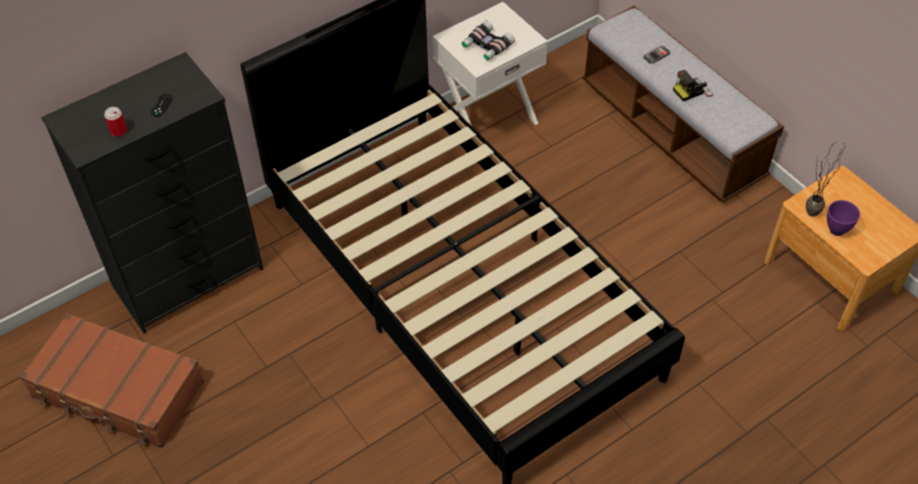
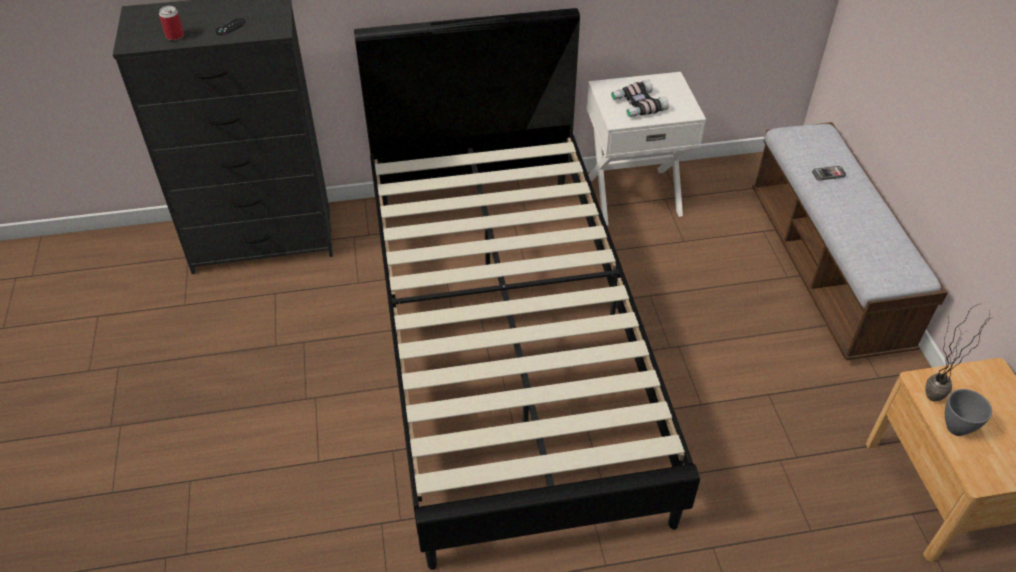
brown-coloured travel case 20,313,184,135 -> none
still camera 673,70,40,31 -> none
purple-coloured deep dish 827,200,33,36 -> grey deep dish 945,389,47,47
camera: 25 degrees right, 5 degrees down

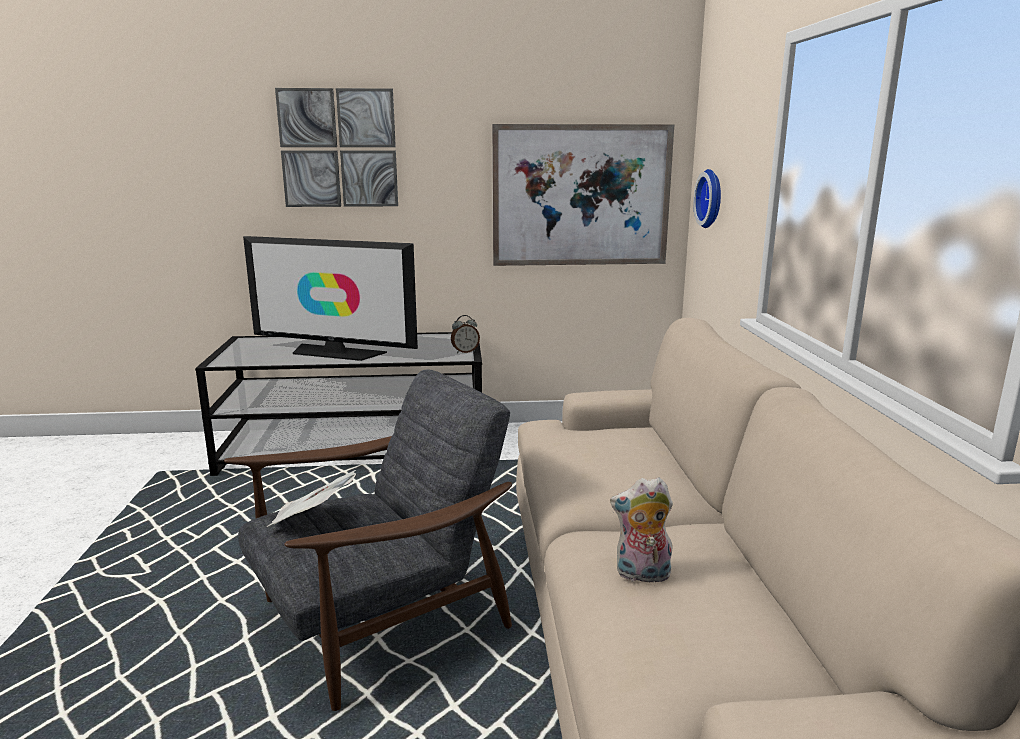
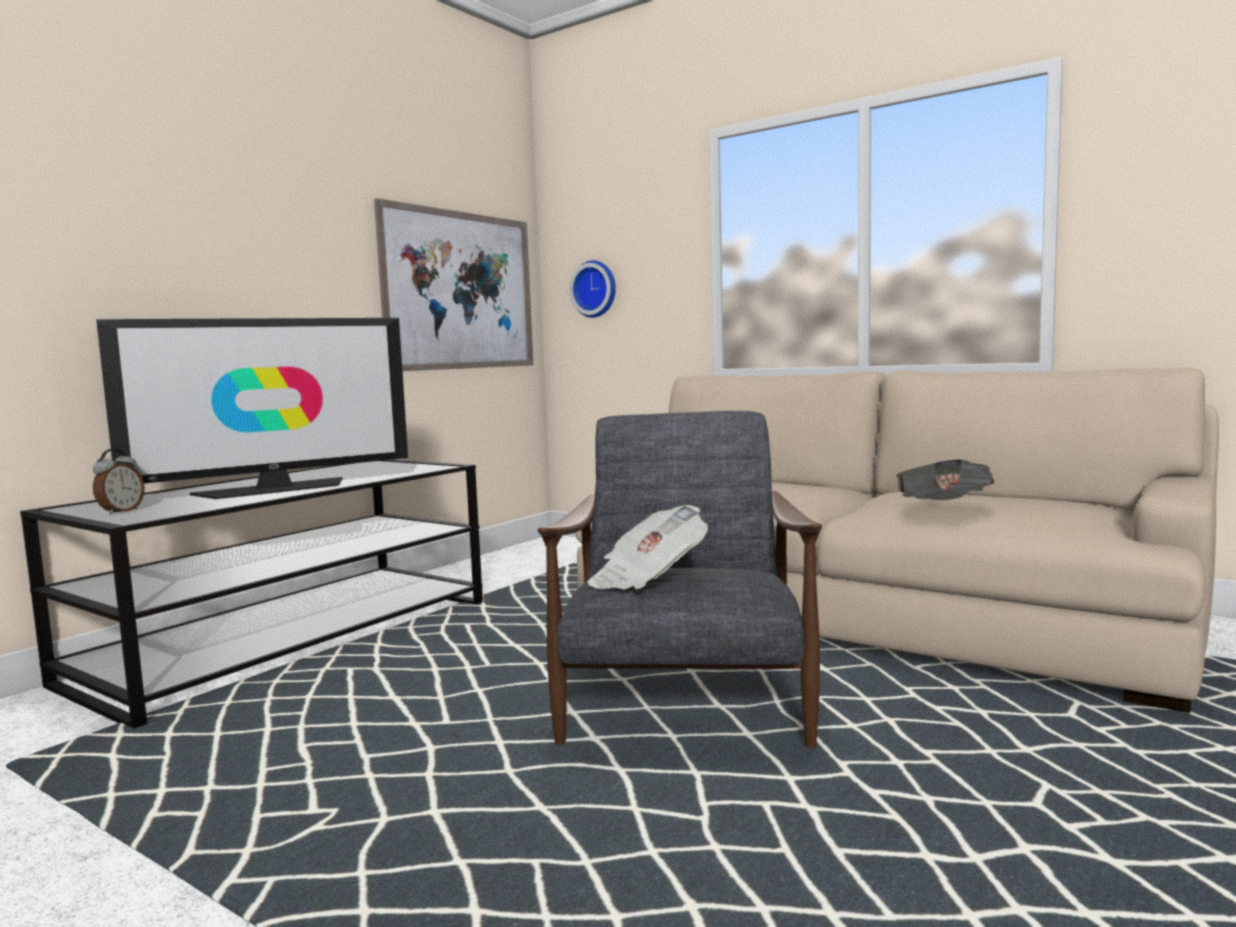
picture 275,88,123,119 -> none
bedside clock 451,315,29,38 -> bedside clock 93,448,52,67, move
soft toy 610,477,63,106 -> newspaper 896,459,99,41
camera: 50 degrees left, 10 degrees down

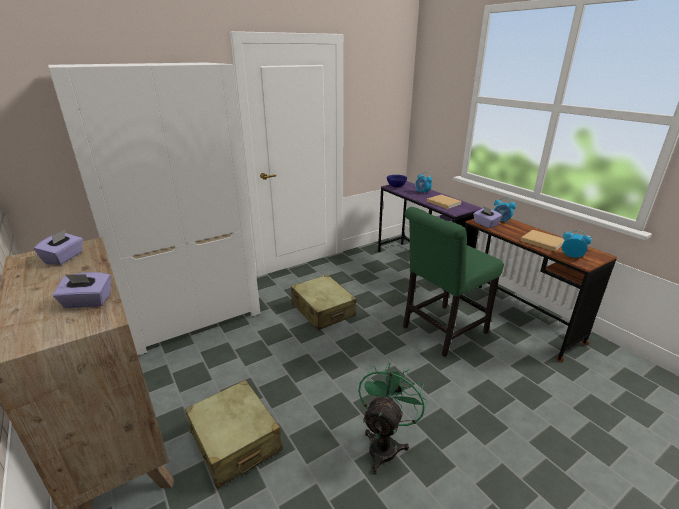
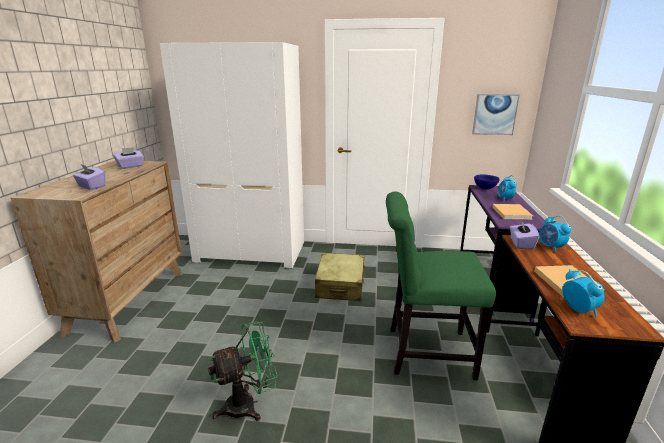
beige travel case 185,380,98,108 -> none
none -> picture 472,94,48,41
camera: 40 degrees right, 5 degrees down

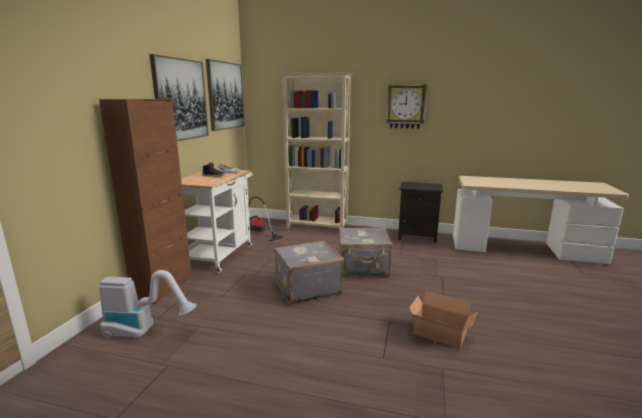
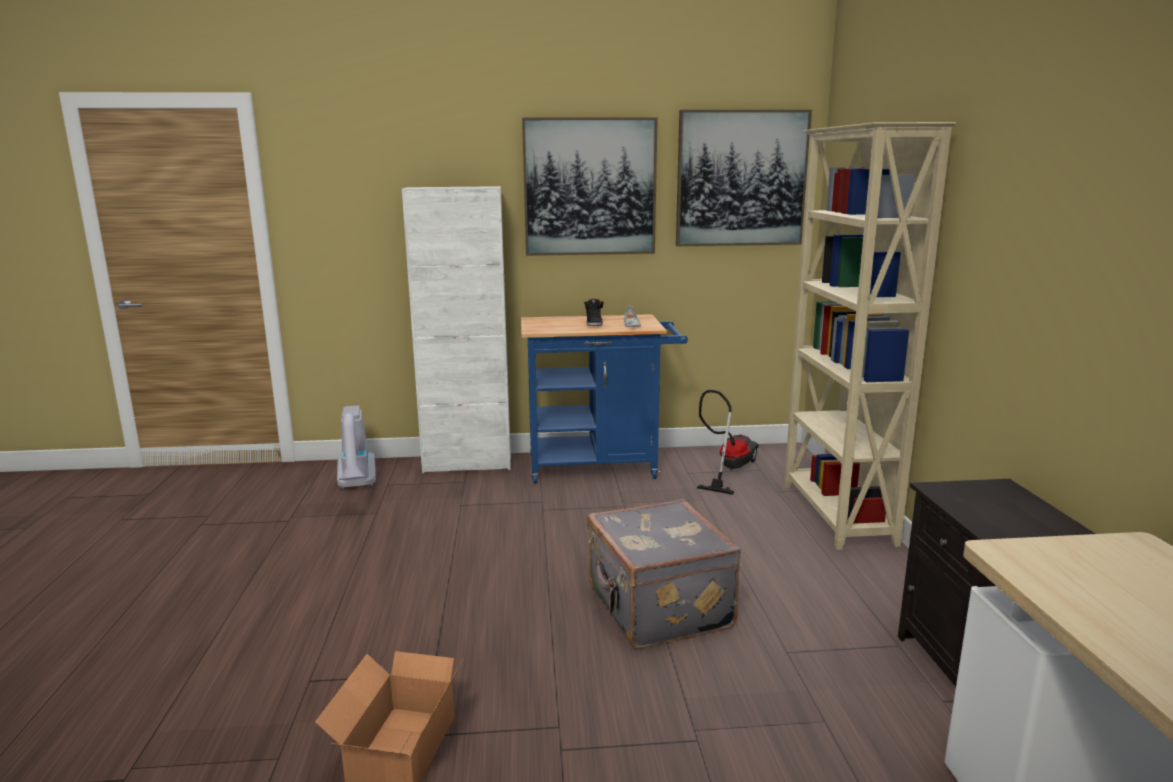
brown-coloured cupboard 99,99,93,205 -> white cupboard 402,186,109,287
white trolley 181,169,72,104 -> bluish trolley 521,314,167,170
grey travel case 274,240,70,64 -> none
hanging clock 386,84,41,45 -> none
camera: 70 degrees right, 0 degrees up

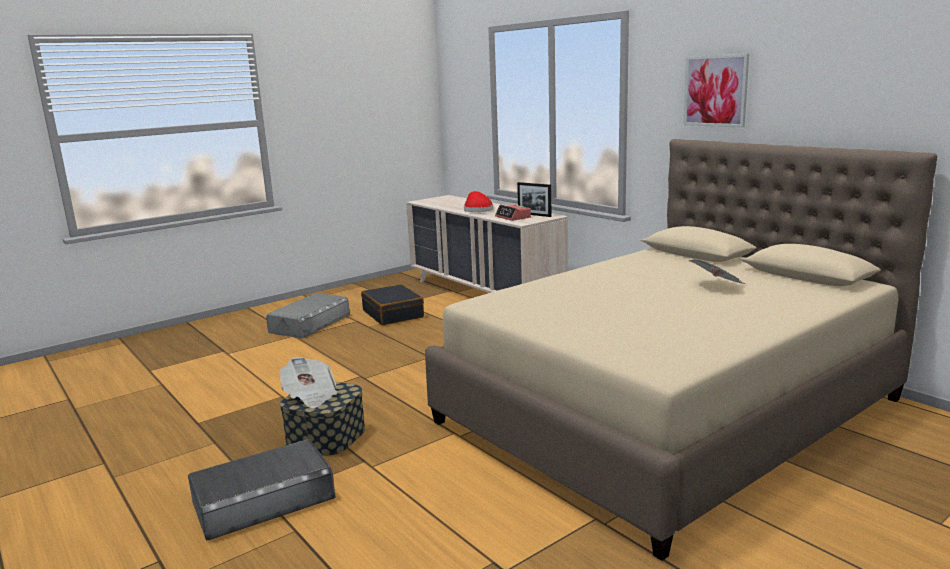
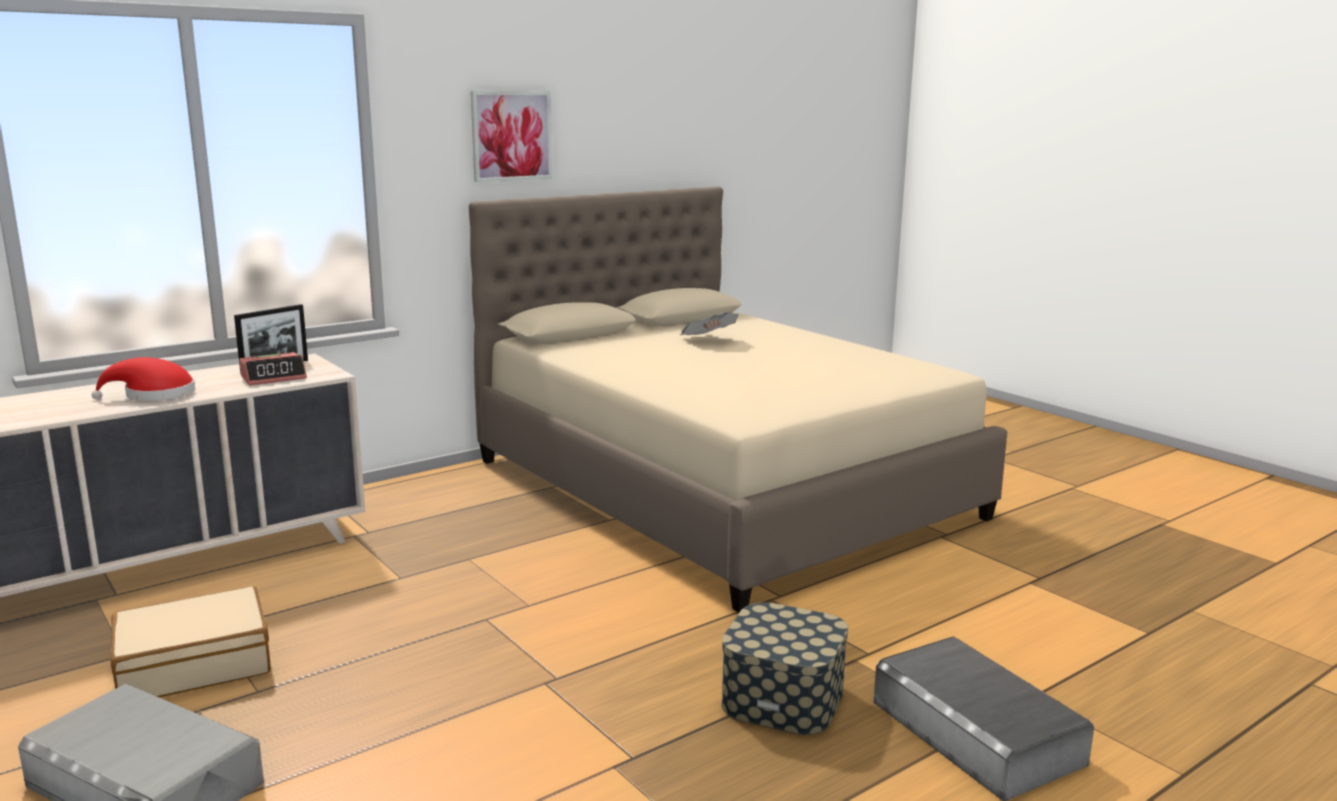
newspaper 279,357,59,51 -> none
black-coloured travel case 361,284,63,41 -> beige travel case 111,586,160,111
camera: 90 degrees left, 0 degrees up

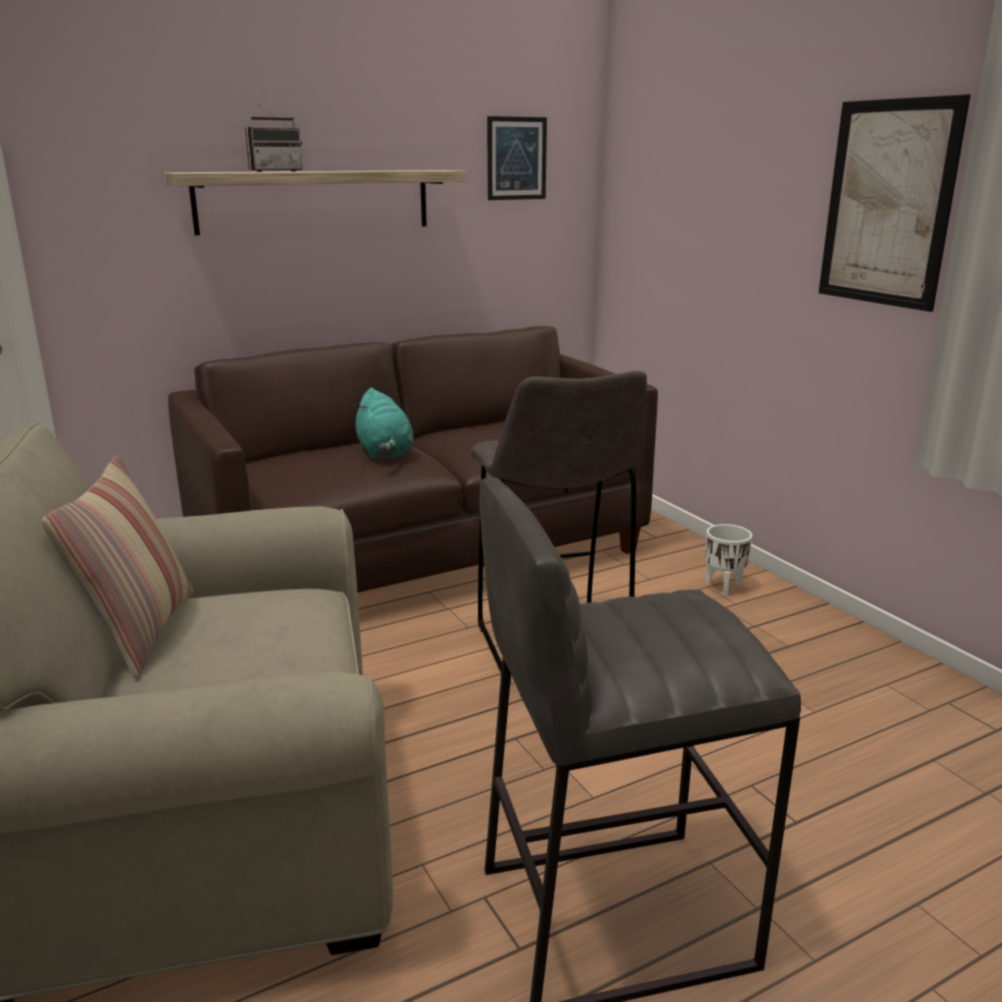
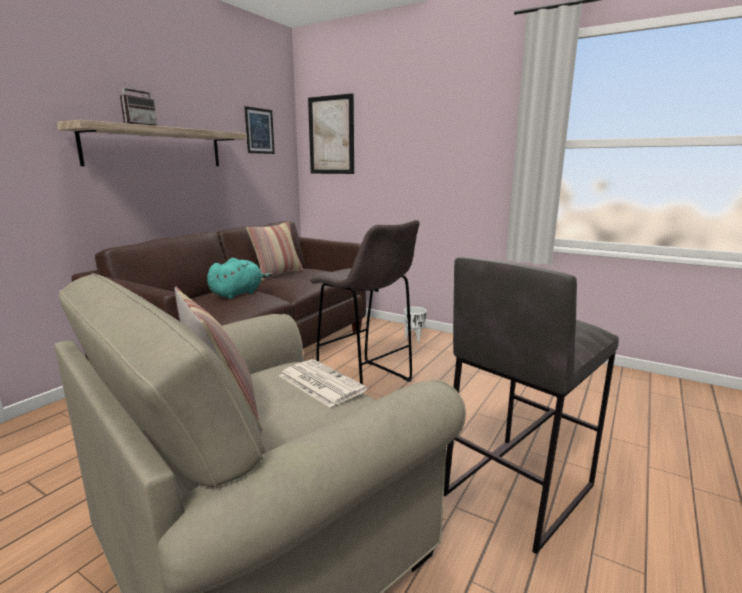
turquoise soft toy 354,388,60,71 -> turquoise soft toy 207,258,66,41, 90 degrees counterclockwise
picture 819,94,152,218 -> picture 308,93,46,81, move
none -> throw pillow 247,222,56,59
none -> newspaper 279,359,88,48
camera: 30 degrees left, 5 degrees down

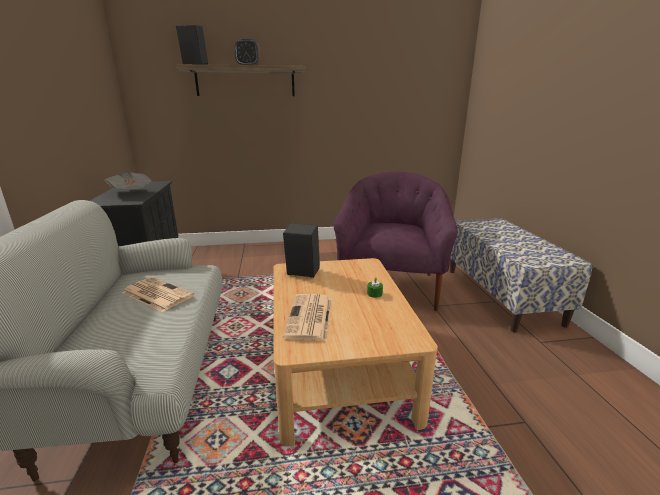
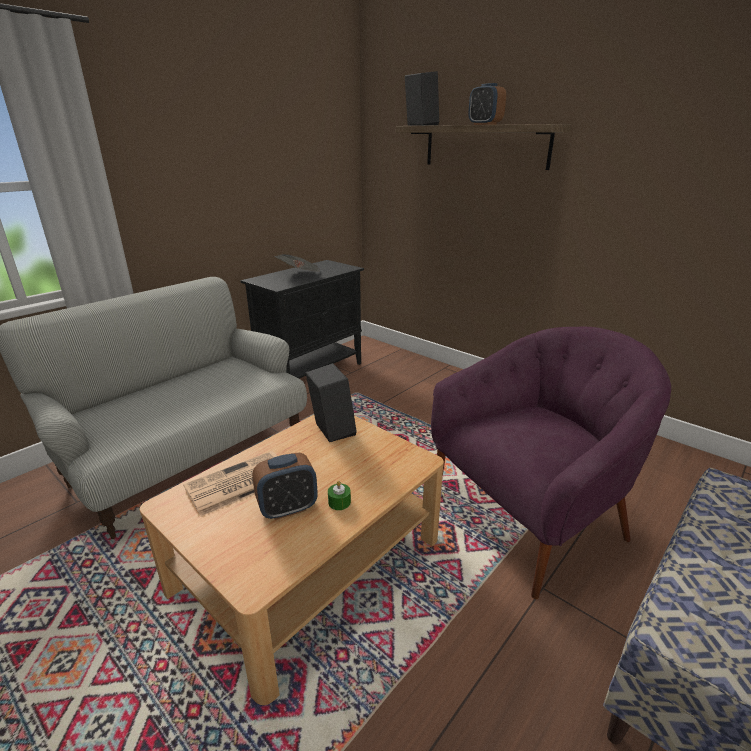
newspaper 122,277,73,35 -> none
none -> bedside clock 252,453,66,67
camera: 50 degrees right, 5 degrees up

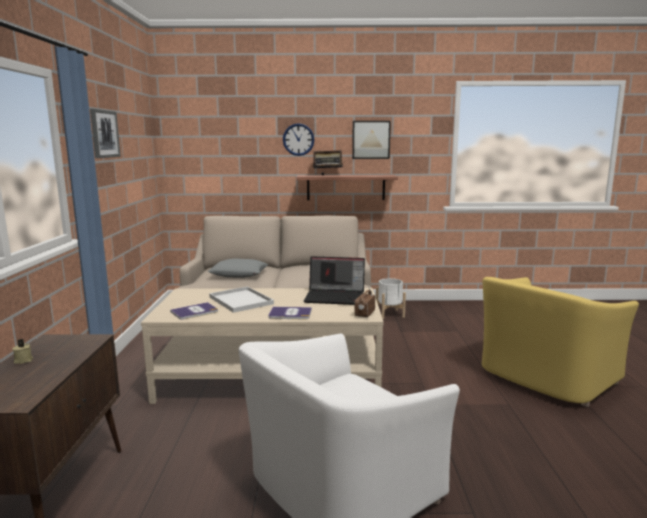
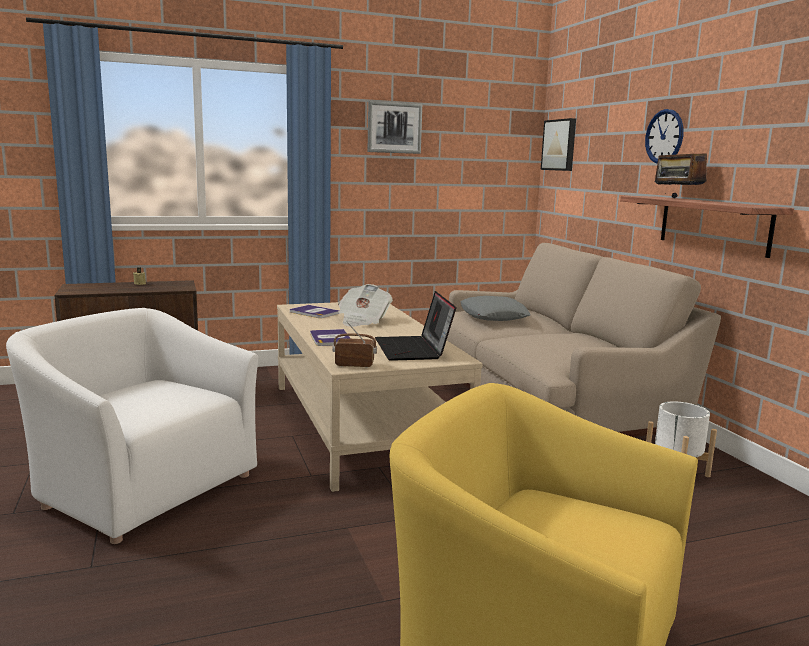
white carrying tray 209,286,65,27 -> newspaper 338,284,55,43
picture 352,121,39,38 -> picture 541,118,35,53, move
camera: 70 degrees right, 0 degrees up

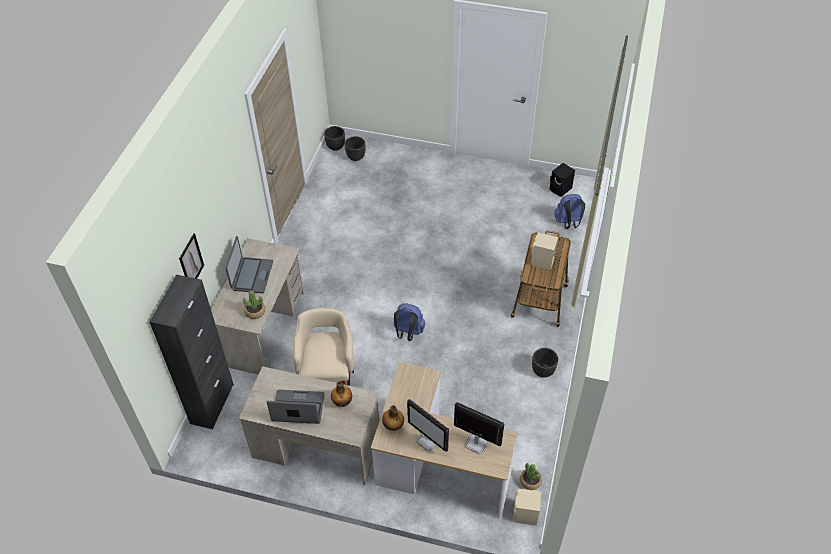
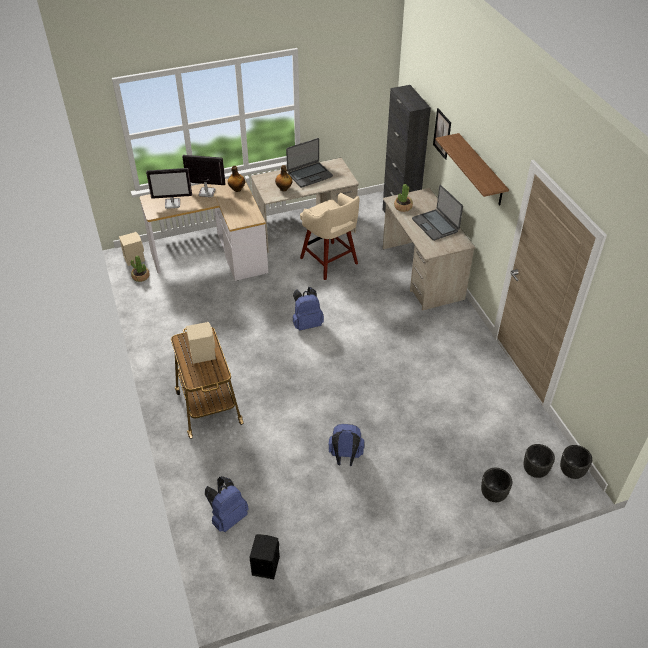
black-coloured plant pot 532,348,26,30 -> black-coloured plant pot 481,468,31,34, move
none -> bluish knapsack 328,424,36,42
none -> bracket shelf 436,133,73,72
camera: 145 degrees right, 5 degrees down

